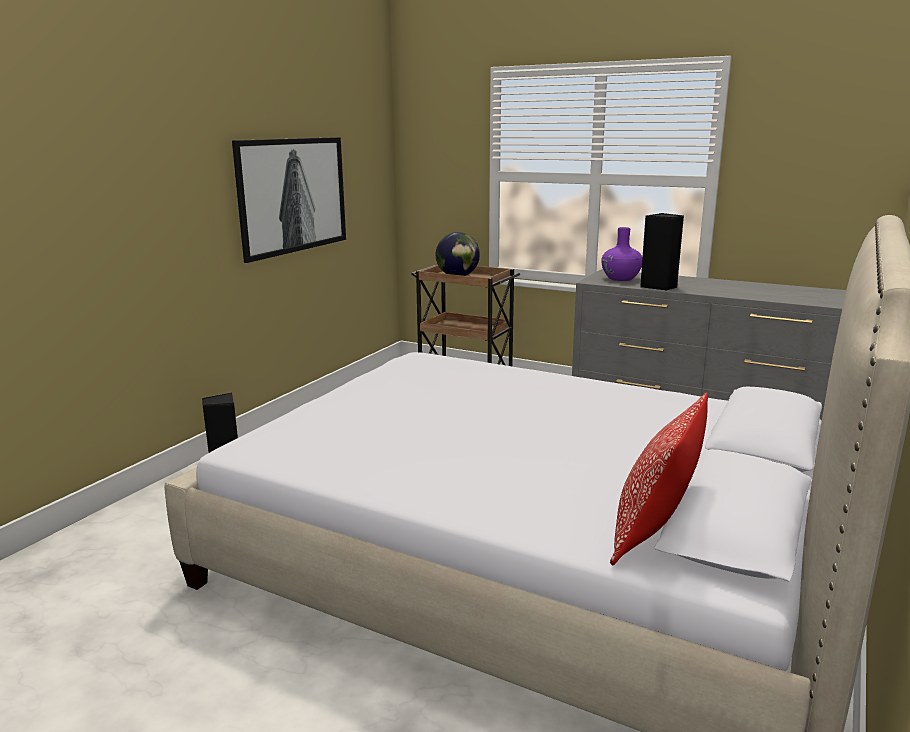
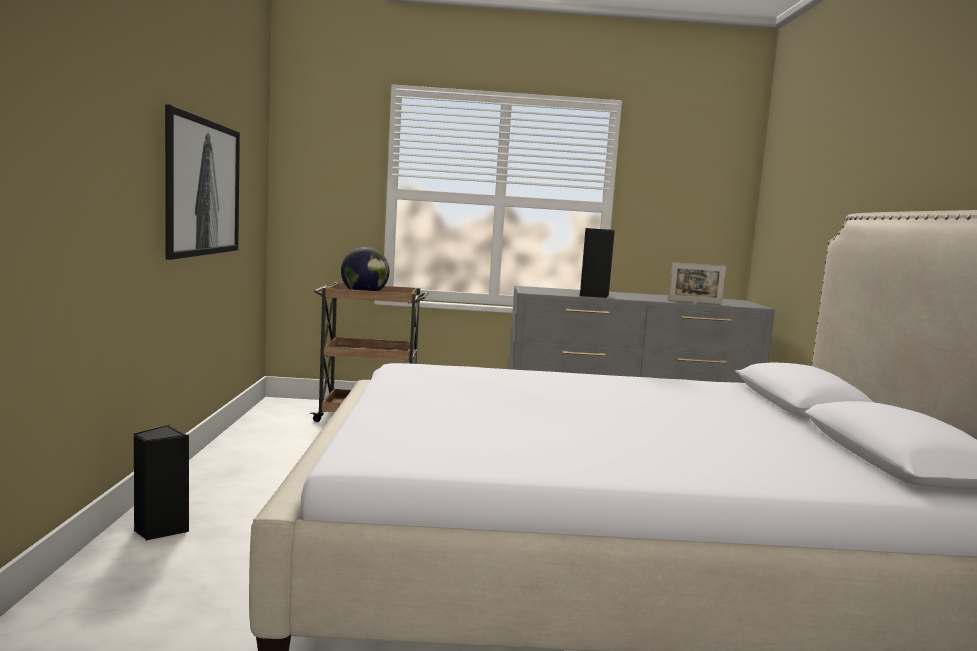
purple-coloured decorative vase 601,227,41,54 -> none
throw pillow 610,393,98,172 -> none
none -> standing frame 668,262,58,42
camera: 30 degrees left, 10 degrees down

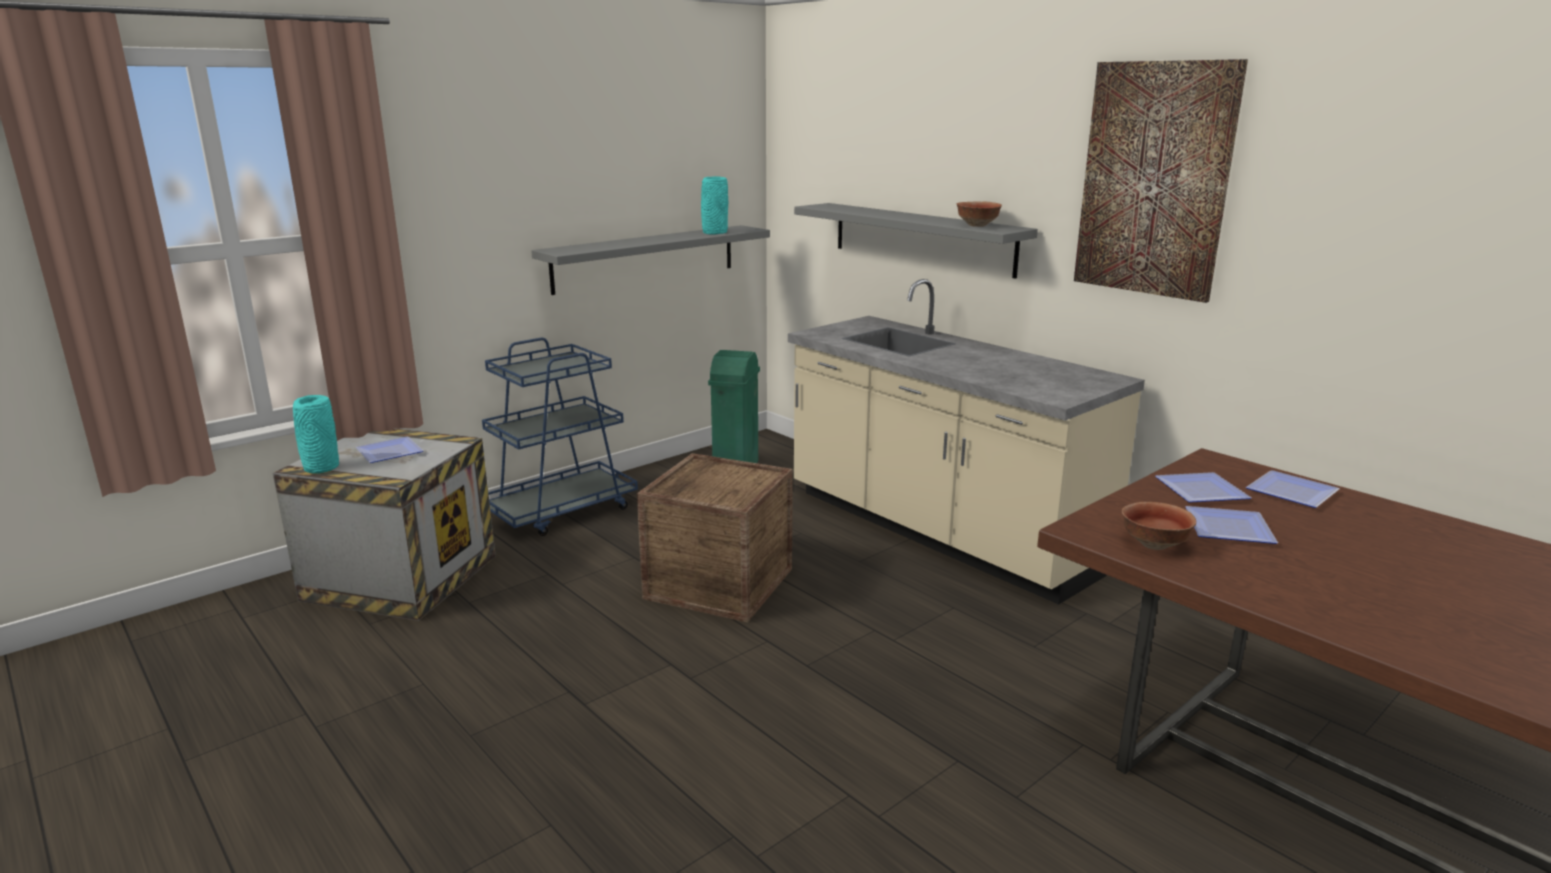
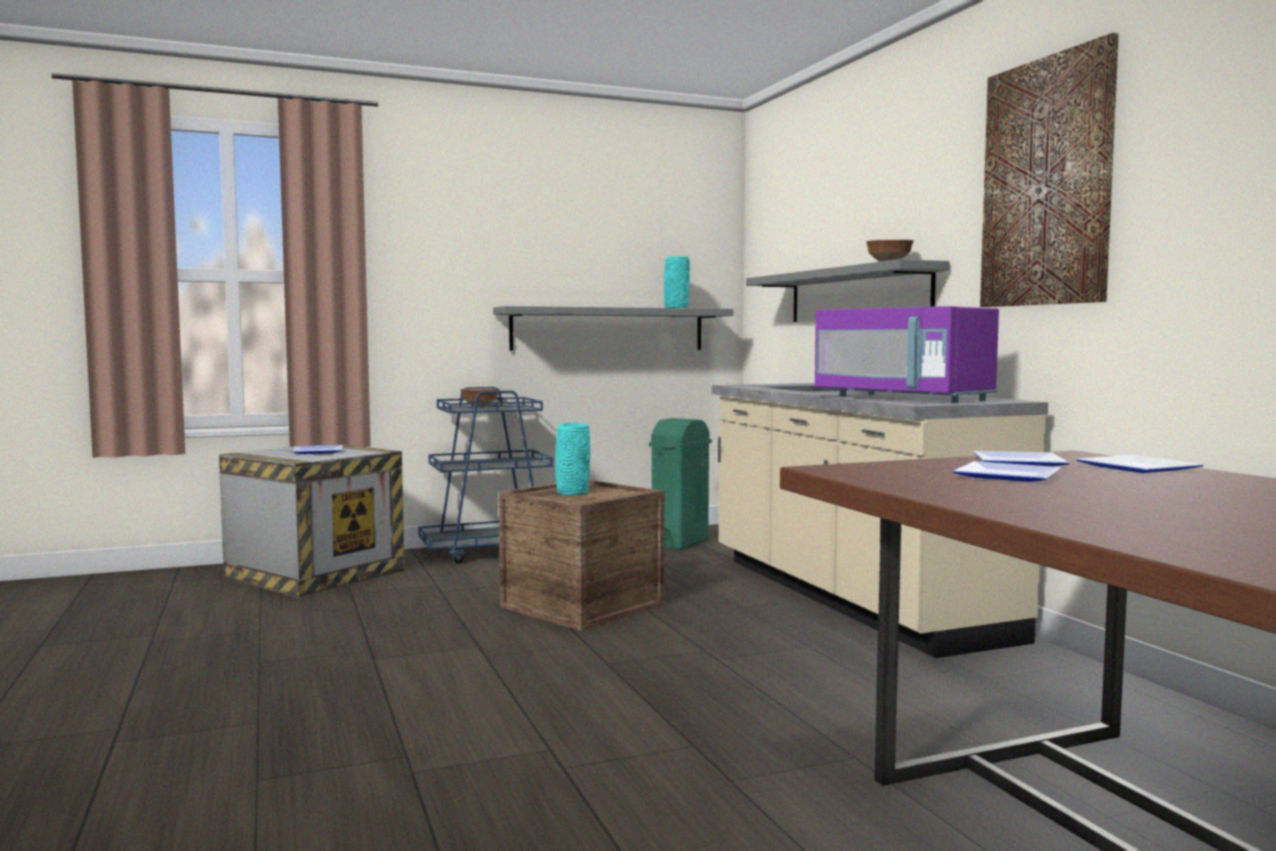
turquoise decorative vase 293,395,46,79 -> turquoise decorative vase 555,422,35,73, move
deep dish 1122,502,74,48 -> deep dish 460,388,39,20, move
none -> purple-coloured microwave 815,306,184,97
camera: 20 degrees right, 15 degrees down

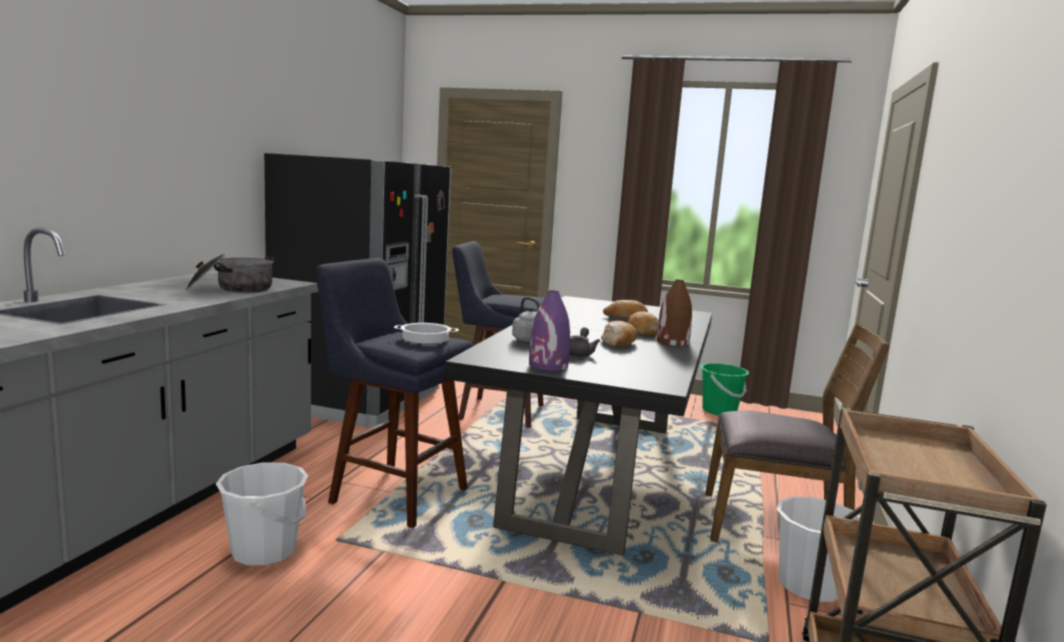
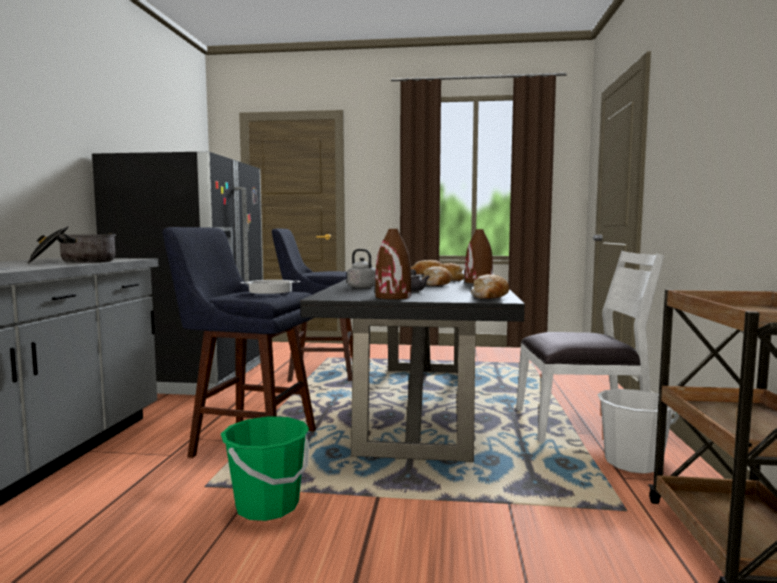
white pail 216,462,93,104 -> none
purple-coloured decorative vase 529,290,41,81 -> brown-coloured decorative vase 375,229,36,70
greenish pail 701,363,48,52 -> greenish pail 221,416,88,105, move
brown-coloured chair 705,323,185,219 -> white chair 516,251,148,191
none -> baked bread 471,274,38,25
camera: 10 degrees left, 5 degrees down

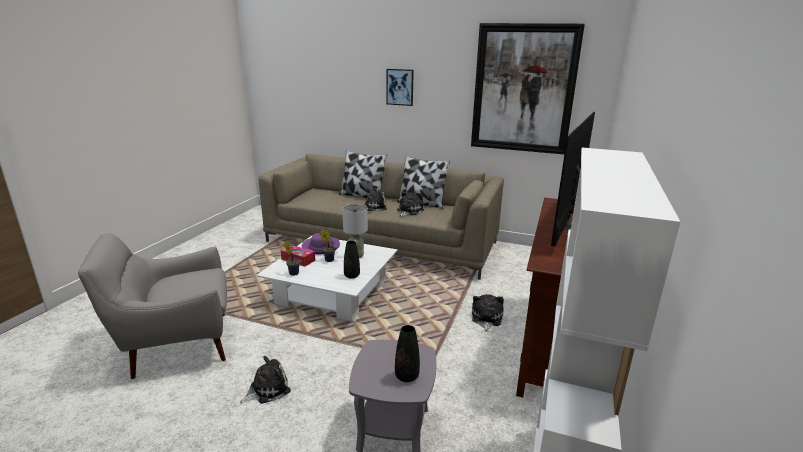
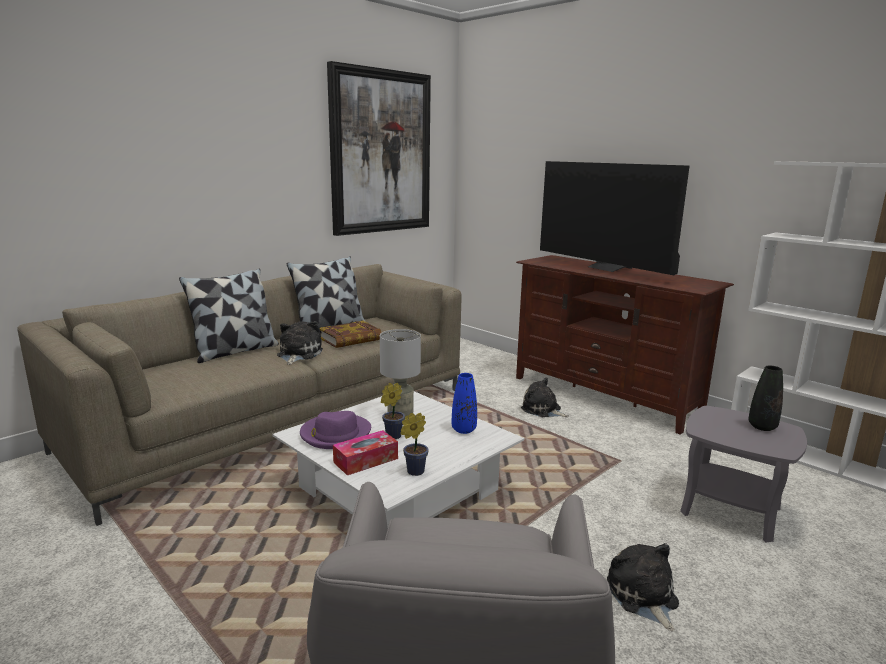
black-coloured decorative vase 344,241,16,38 -> bluish decorative vase 452,373,25,61
picture 387,69,27,37 -> none
soft toy 397,192,27,25 -> bound book 320,321,62,27
camera: 65 degrees left, 5 degrees down

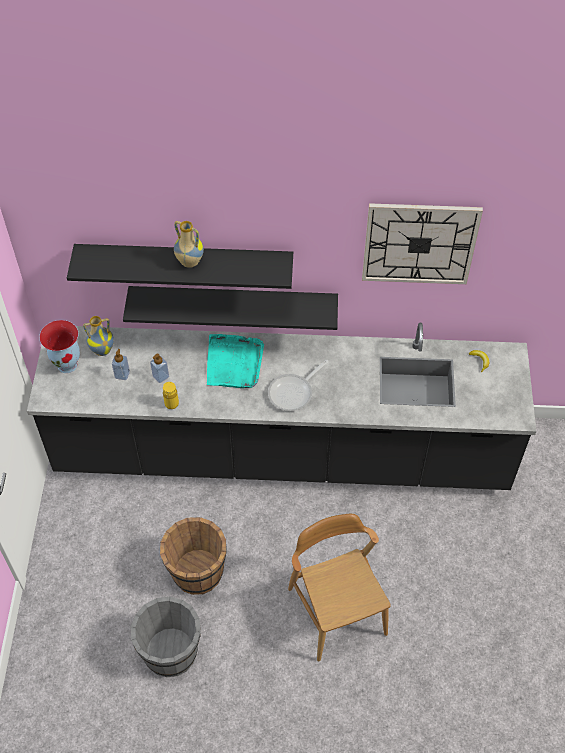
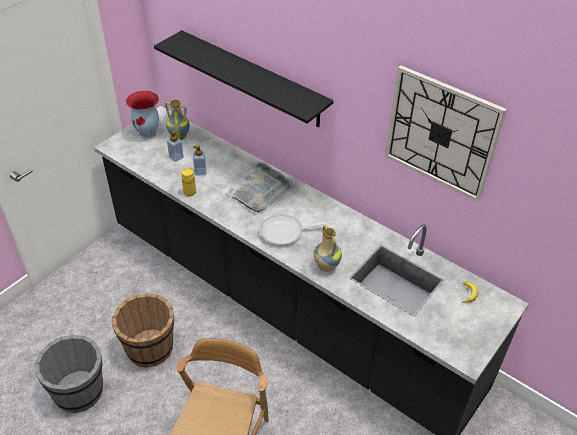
black-coloured bracket shelf 123,286,215,44 -> none
decorative vase 174,221,30,47 -> decorative vase 314,225,28,47, move
turquoise carrying tray 207,334,57,54 -> grey carrying tray 227,162,67,50
camera: 35 degrees right, 10 degrees down

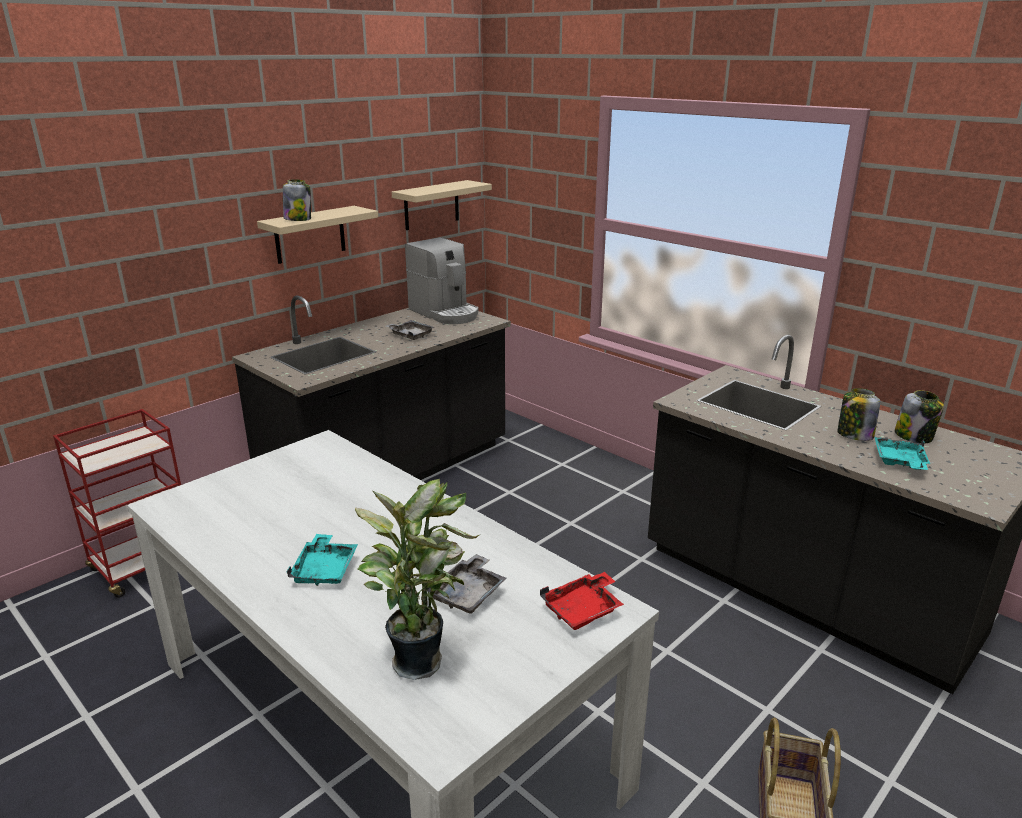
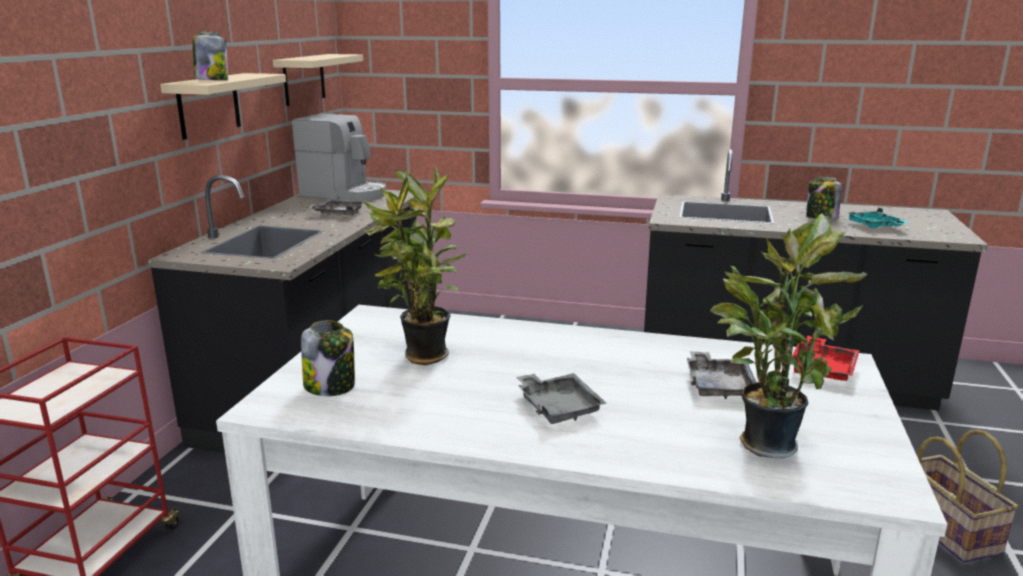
turquoise carrying tray 287,534,71,52 -> grey carrying tray 516,373,90,51
storage jar 895,390,49,54 -> storage jar 301,320,54,76, move
none -> houseplant 364,166,103,199
camera: 30 degrees left, 5 degrees down

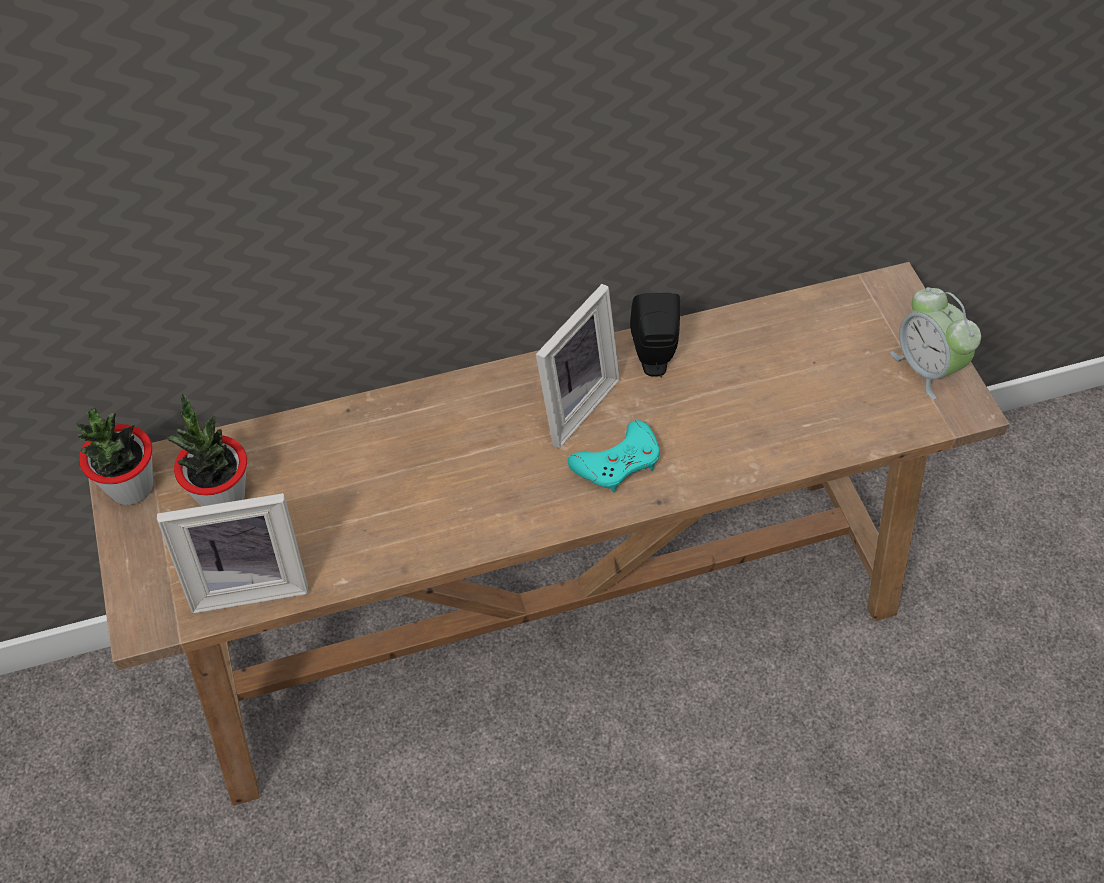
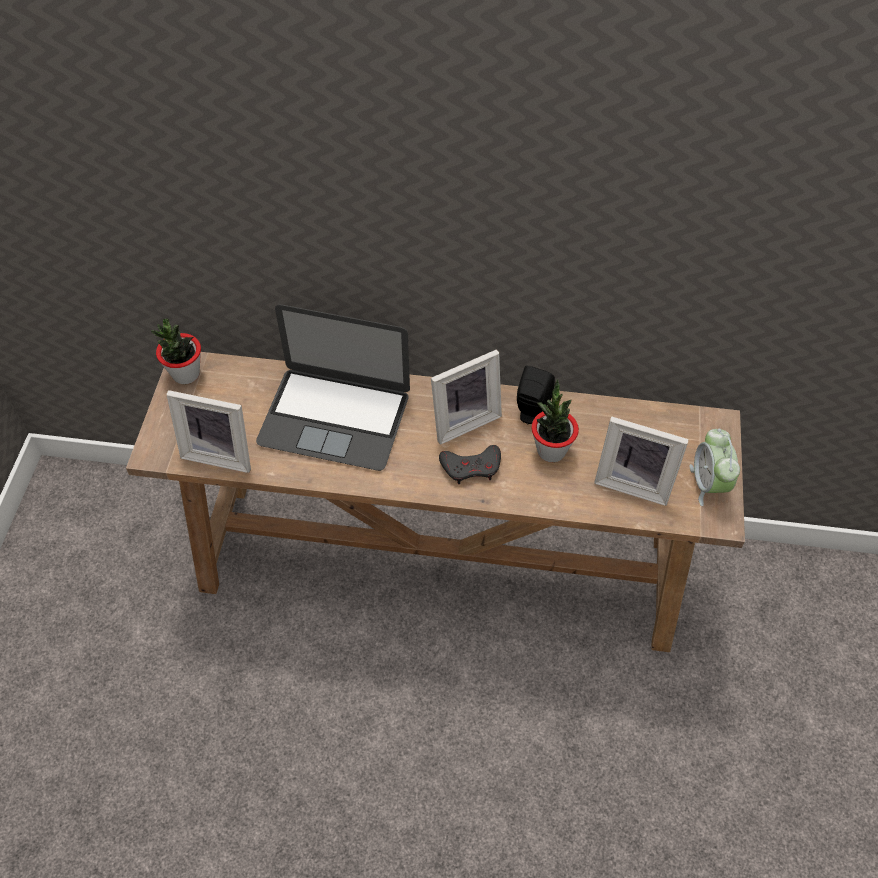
houseplant 166,393,81,113 -> houseplant 531,379,48,83, move
turquoise gamepad 568,420,92,72 -> grey gamepad 439,445,62,39
none -> notebook computer 256,304,154,167
none -> standing frame 594,416,95,90
camera: 25 degrees right, 0 degrees up

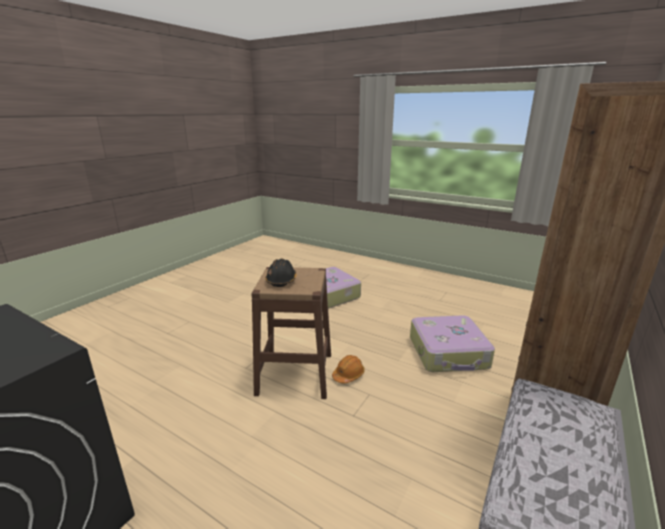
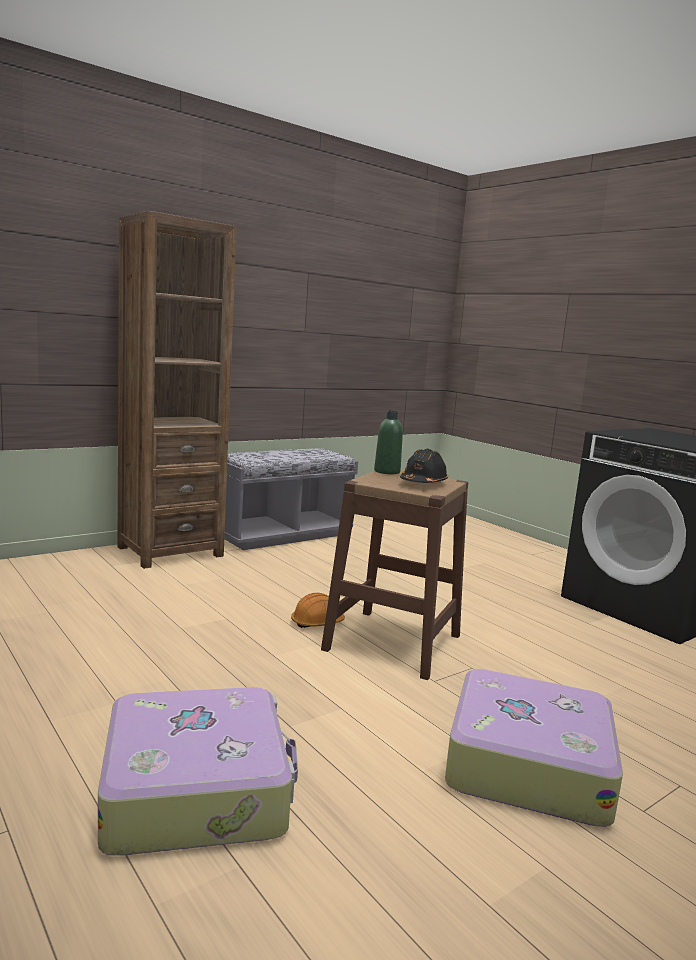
travel case 410,315,85,57 -> travel case 445,669,178,158, move
none -> greenish drink bottle 374,410,29,65
camera: 160 degrees left, 10 degrees down

